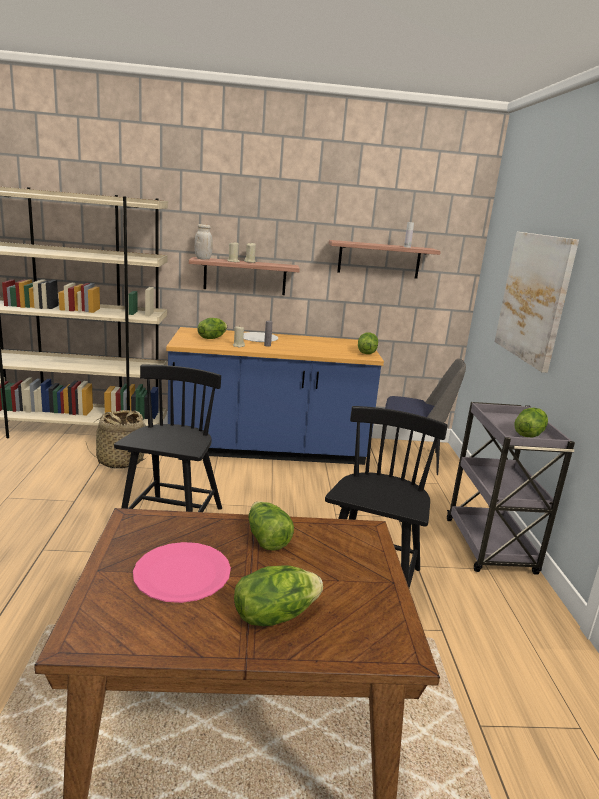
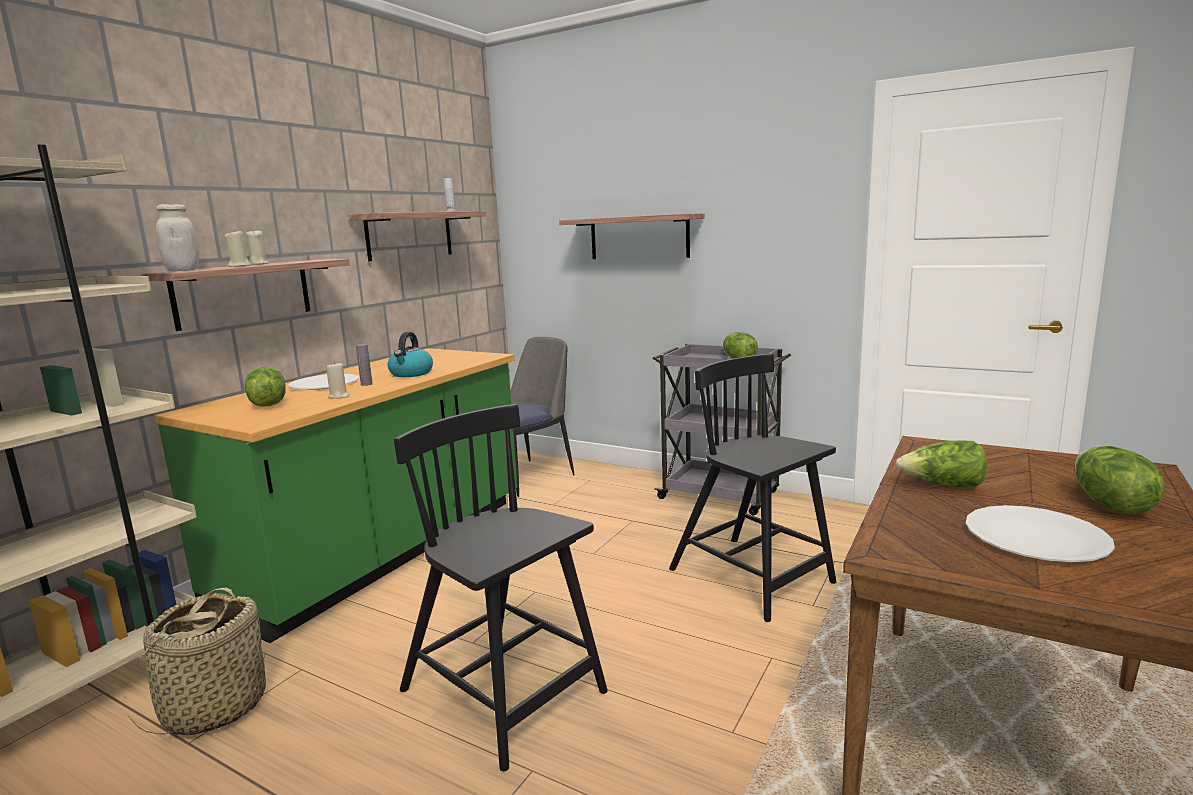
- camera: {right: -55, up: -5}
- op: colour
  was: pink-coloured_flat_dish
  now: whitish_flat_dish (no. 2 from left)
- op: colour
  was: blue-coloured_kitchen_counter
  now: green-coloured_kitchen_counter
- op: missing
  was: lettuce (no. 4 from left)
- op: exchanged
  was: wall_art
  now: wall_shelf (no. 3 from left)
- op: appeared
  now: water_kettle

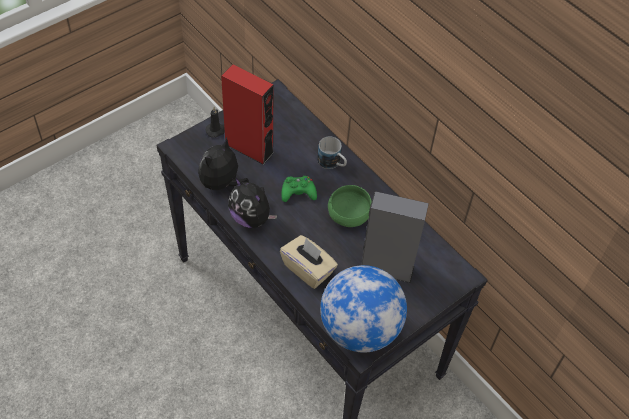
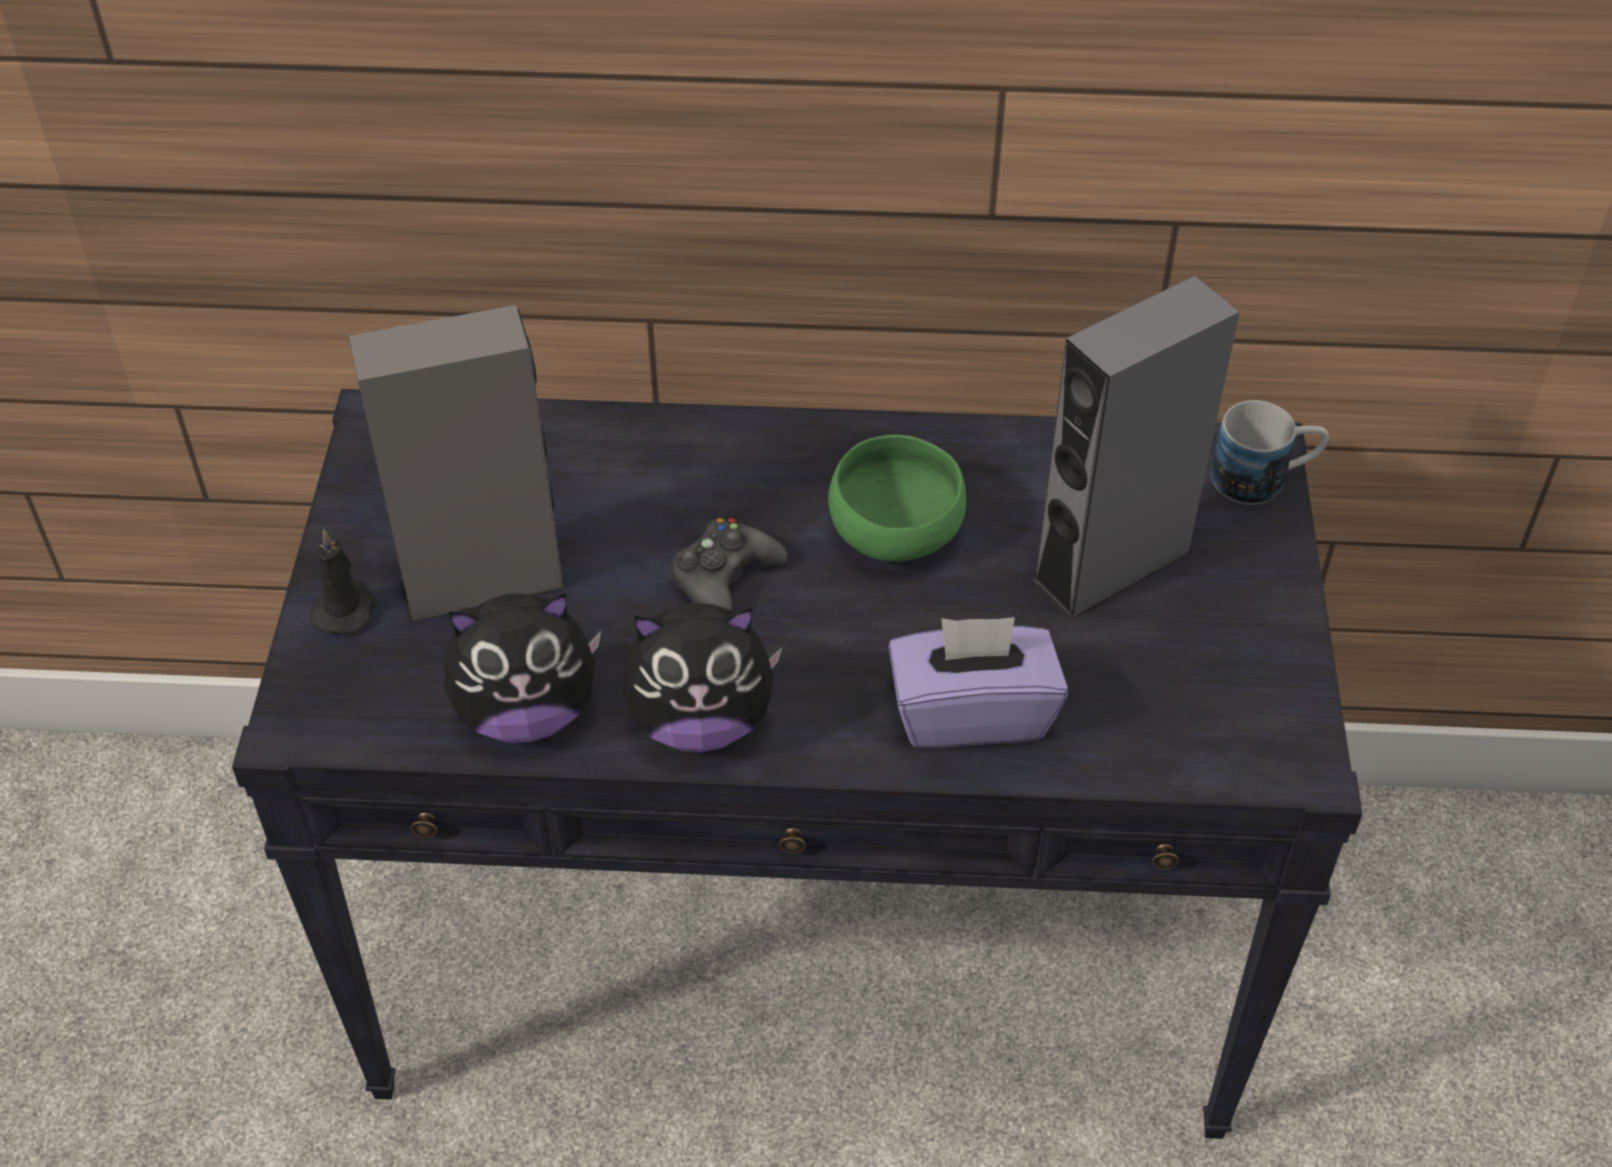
- camera: {right: -45, up: -5}
- op: spun
  was: soft_toy (no. 1 from left)
  clockwise: -90
- op: colour
  was: reddish_speaker
  now: gray_speaker (no. 1 from left)
- op: colour
  was: beige-coloured_box_of_tissues
  now: purple_box_of_tissues
- op: colour
  was: green-coloured_joypad
  now: black_joypad
- op: relocated
  was: mug
- op: missing
  was: globe

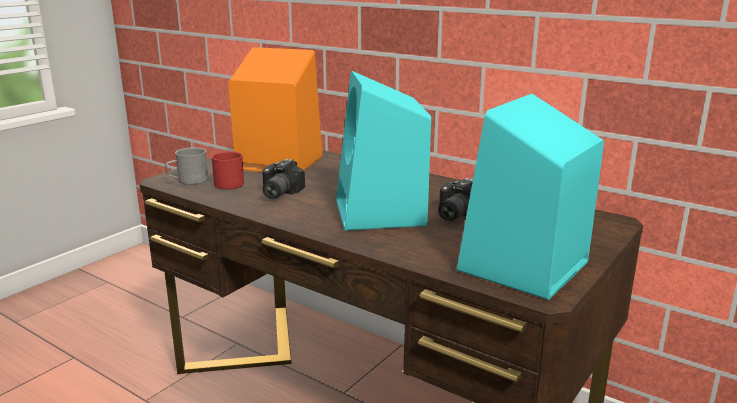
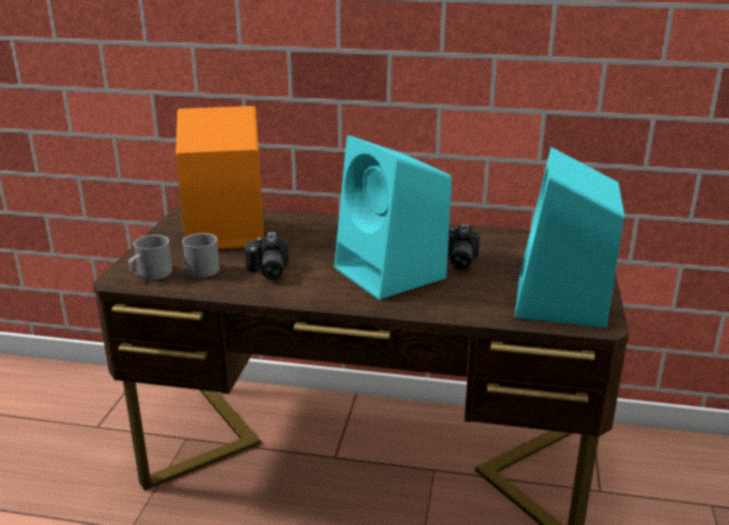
- camera: {right: -25, up: 5}
- op: colour
  was: reddish_mug
  now: gray_mug (no. 2 from left)

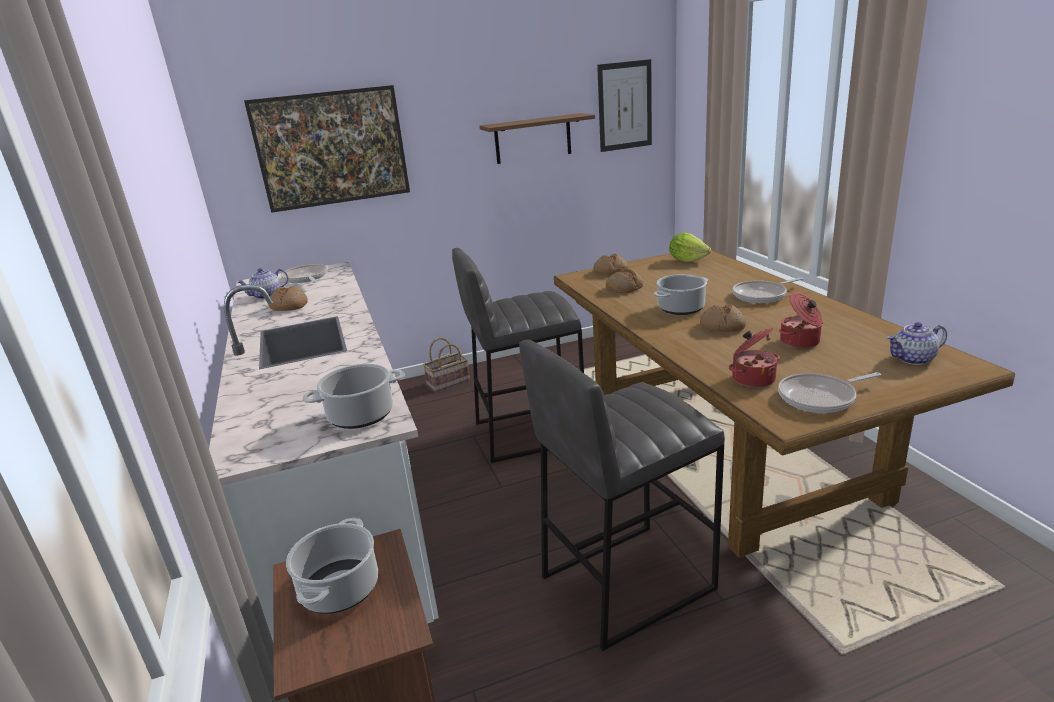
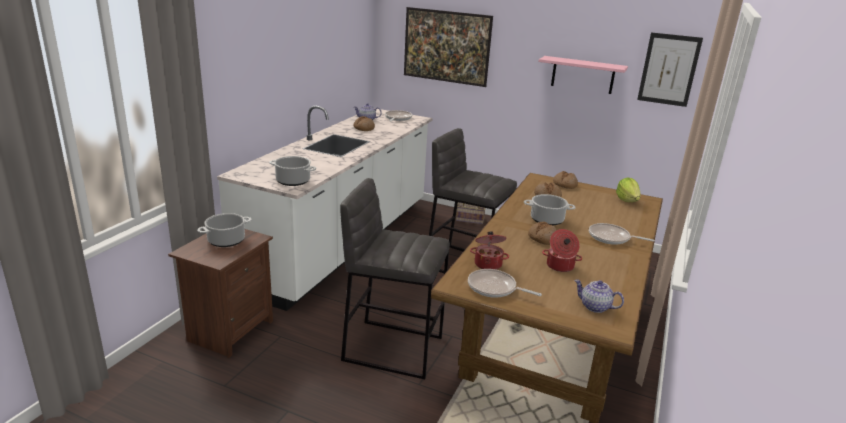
- camera: {right: 40, up: 0}
- op: colour
  was: brownish_wall_shelf
  now: pink-coloured_wall_shelf

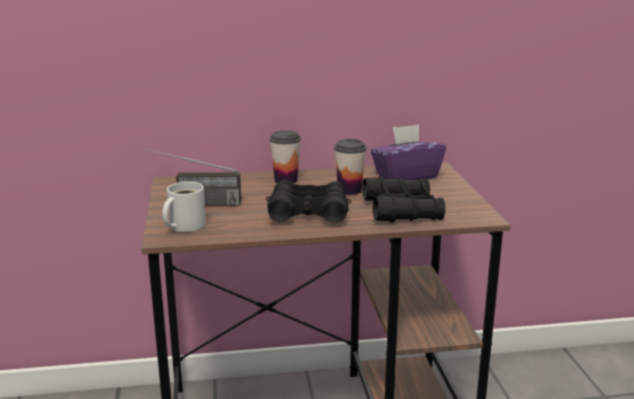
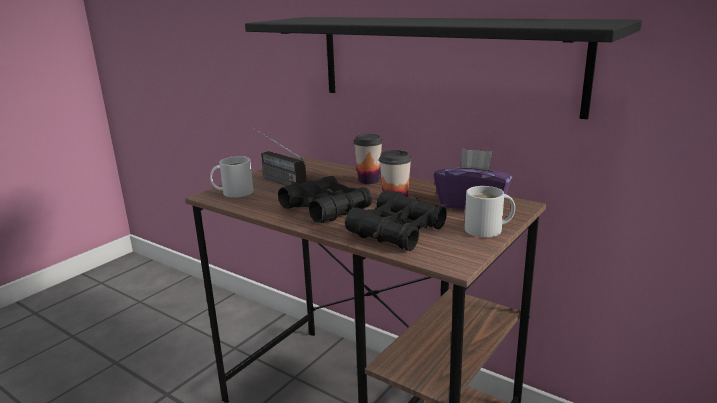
- camera: {right: 45, up: 0}
- op: appeared
  now: black_wall_shelf
- op: appeared
  now: whitish_mug (no. 2 from left)

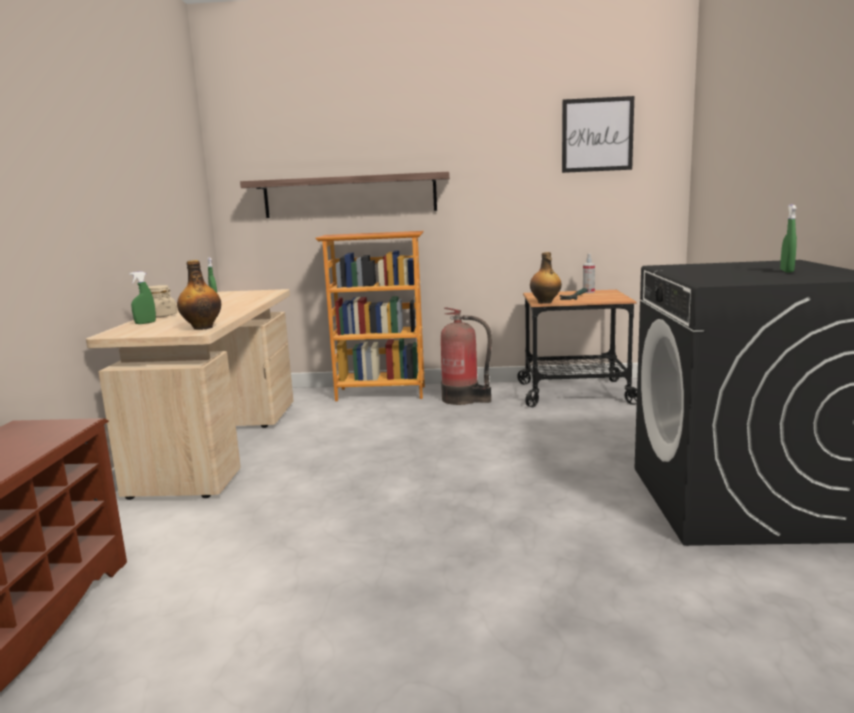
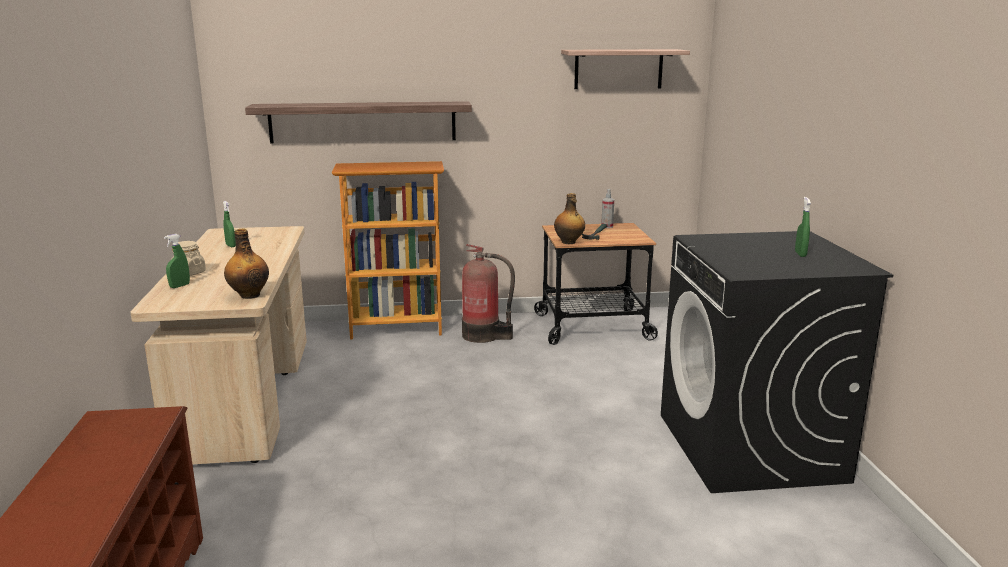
- camera: {right: -10, up: 5}
- op: exchanged
  was: wall_art
  now: wall_shelf (no. 2 from left)

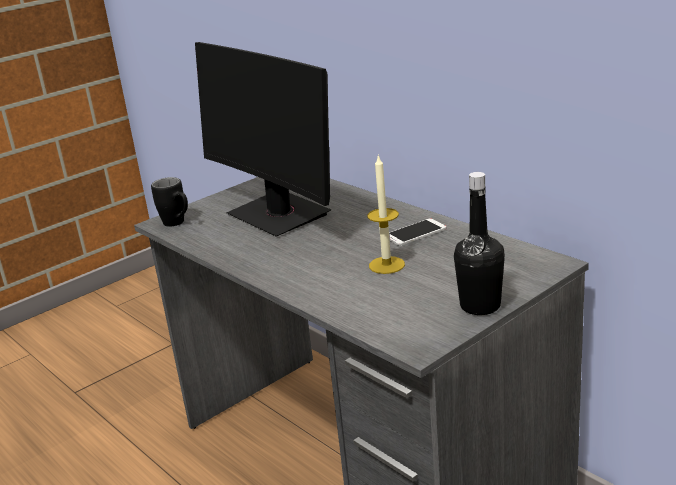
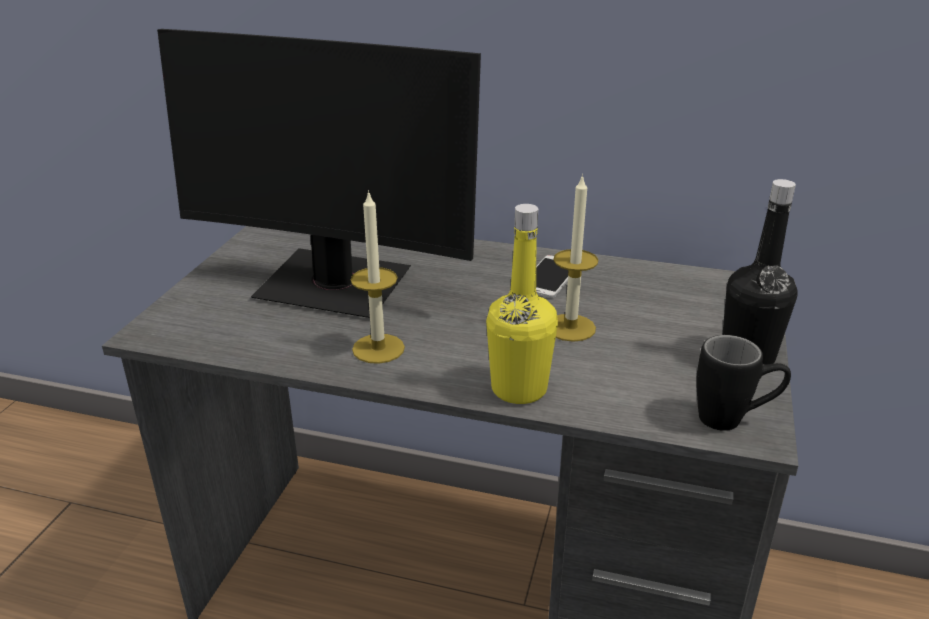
- camera: {right: -35, up: 5}
- op: relocated
  was: black_mug
- op: appeared
  now: candle (no. 1 from left)
- op: appeared
  now: yellowish_drink_bottle

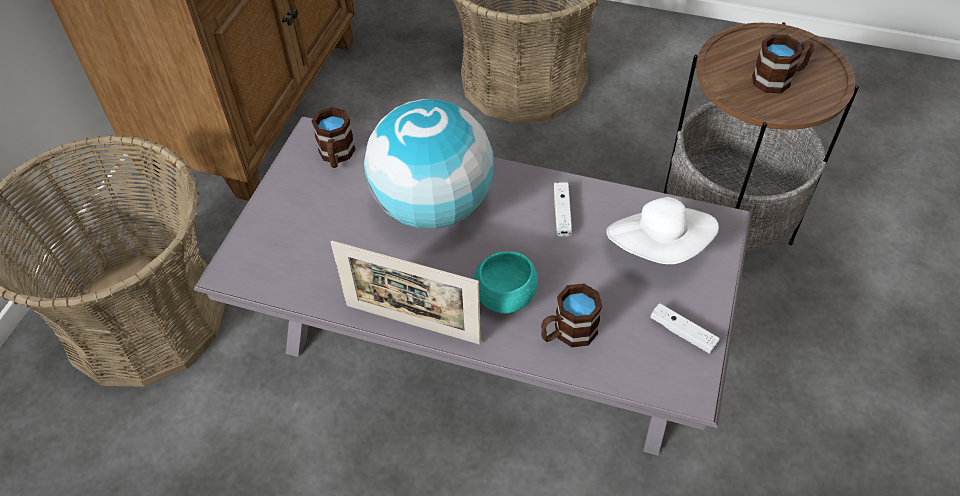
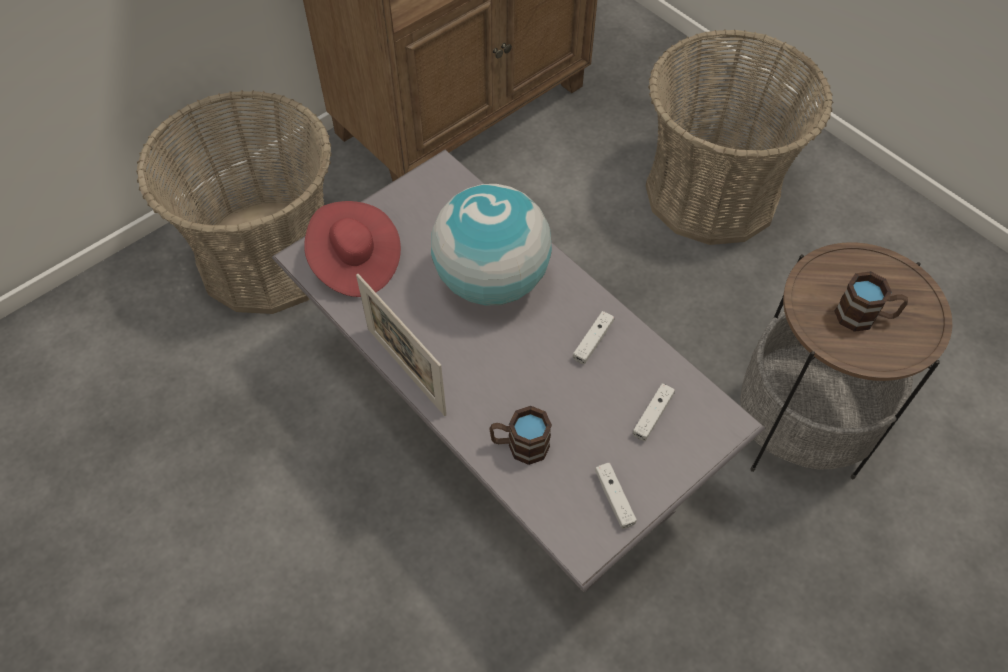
- camera: {right: 30, up: 5}
- op: missing
  was: brownish_mug (no. 1 from left)
- op: missing
  was: turquoise_bowl
- op: exchanged
  was: whitish_wearable_hat
  now: whitish_joypad (no. 3 from left)
- op: appeared
  now: reddish_wearable_hat

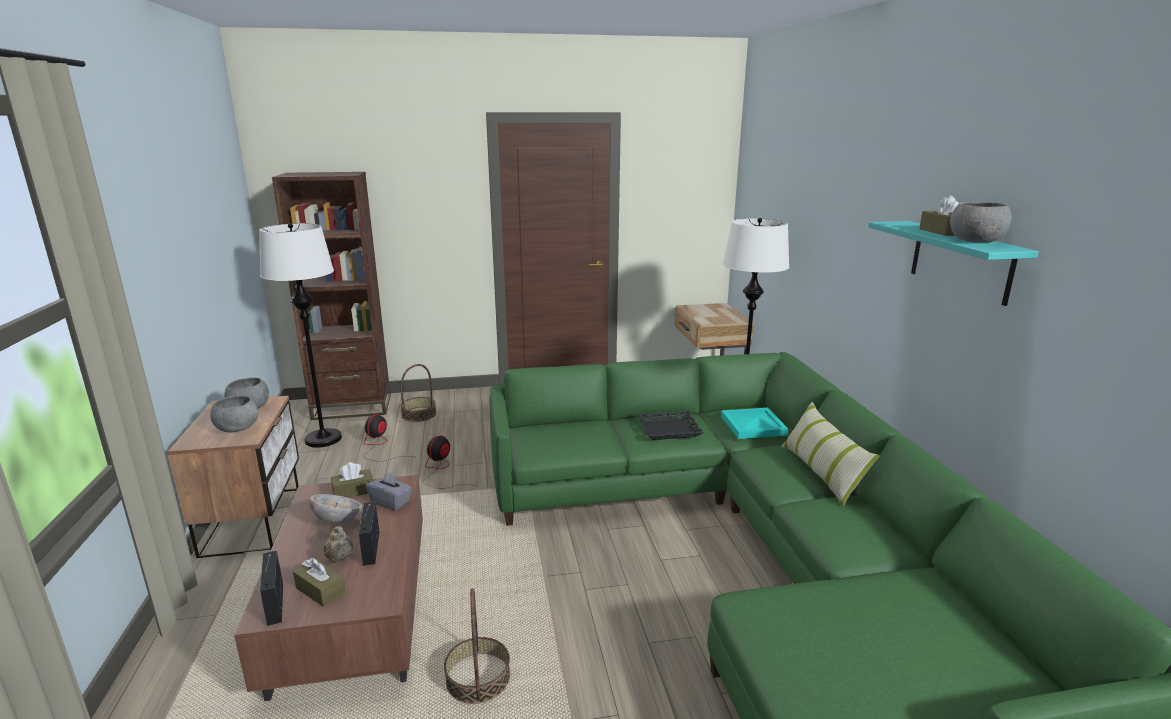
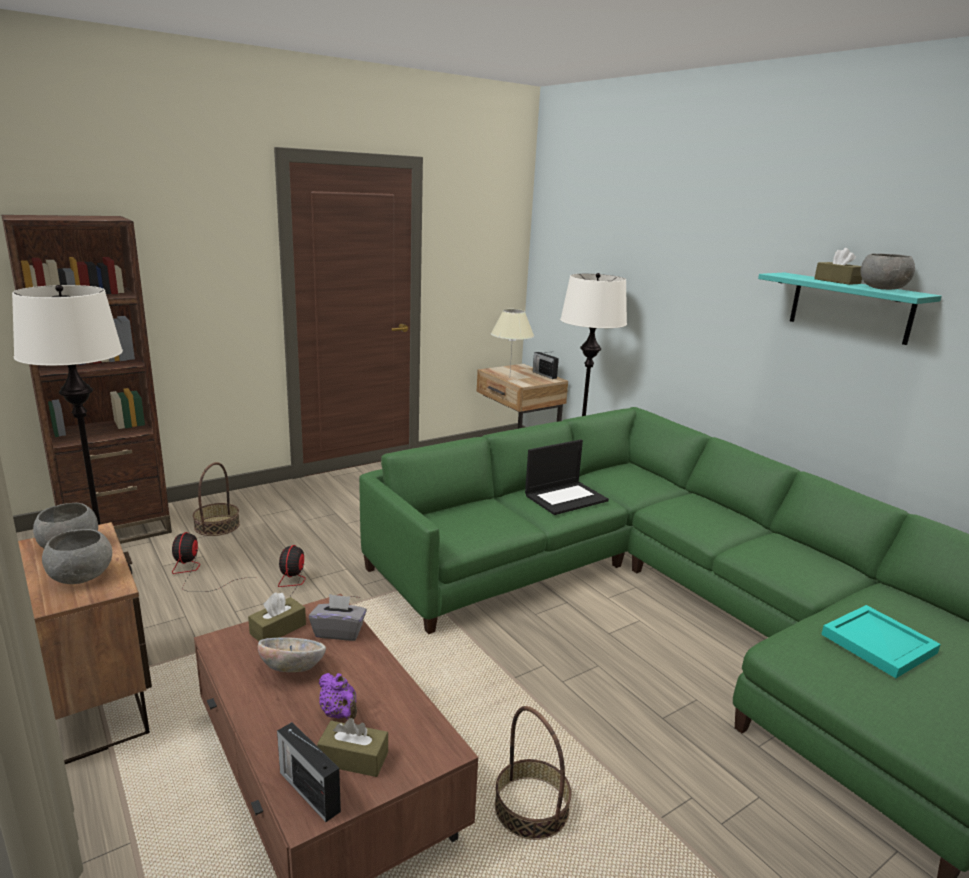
- camera: {right: -25, up: 0}
- op: colour
  was: beige-coloured_tea_pot
  now: purple_tea_pot
- op: relocated
  was: radio_receiver (no. 2 from left)
- op: exchanged
  was: black_tray
  now: laptop
- op: relocated
  was: turquoise_tray
- op: missing
  was: pillow
- op: appeared
  now: beige-coloured_lamp_for_a_table

